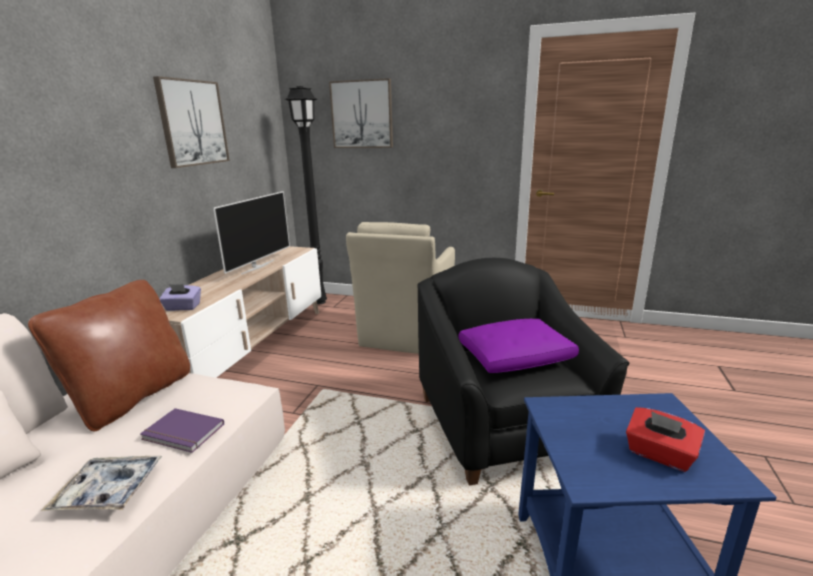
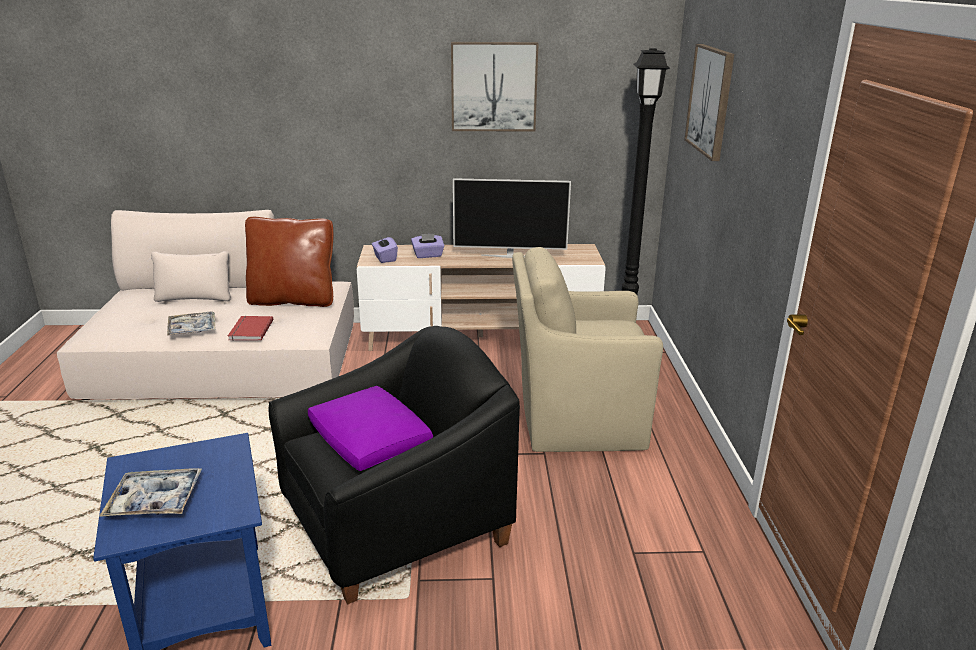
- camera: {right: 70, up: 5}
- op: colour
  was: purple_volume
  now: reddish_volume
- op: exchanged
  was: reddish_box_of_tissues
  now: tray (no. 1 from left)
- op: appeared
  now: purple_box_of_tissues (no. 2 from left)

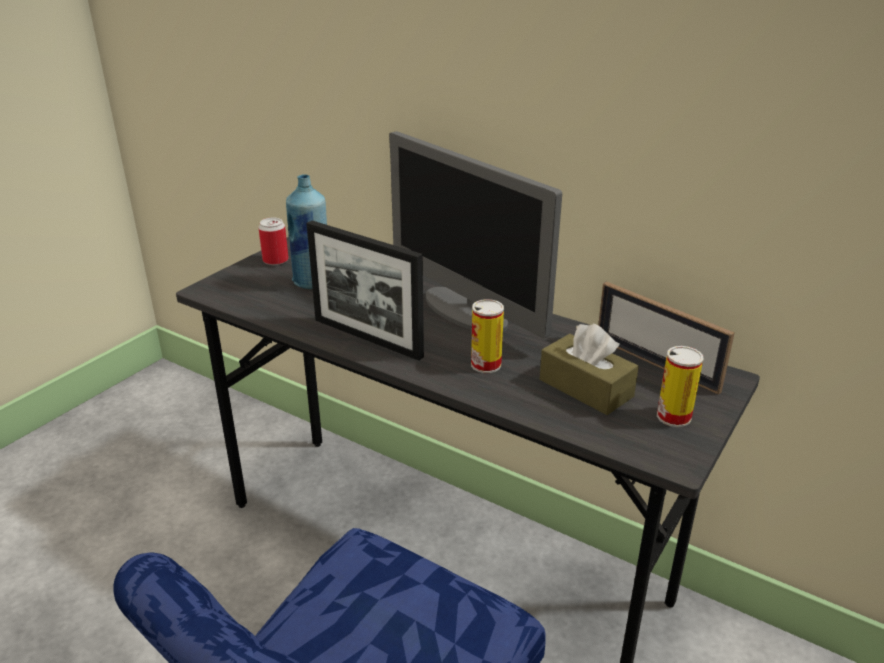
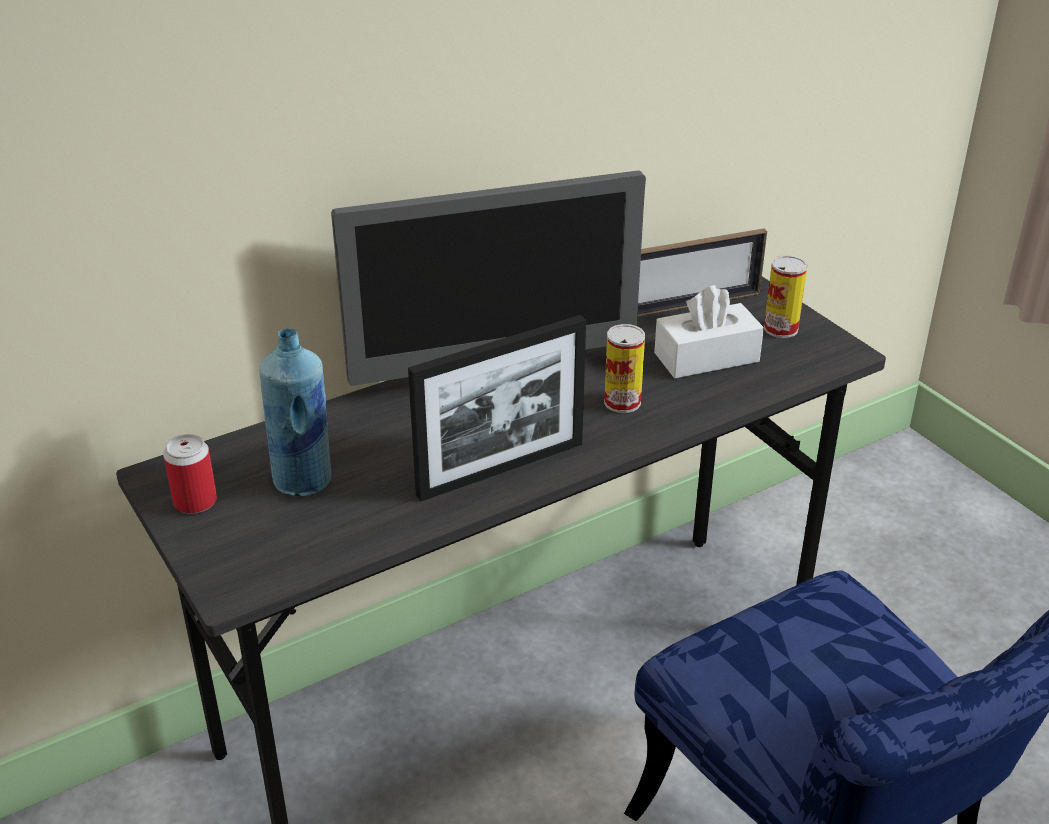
- camera: {right: -65, up: 5}
- op: colour
  was: brownish_box_of_tissues
  now: whitish_box_of_tissues

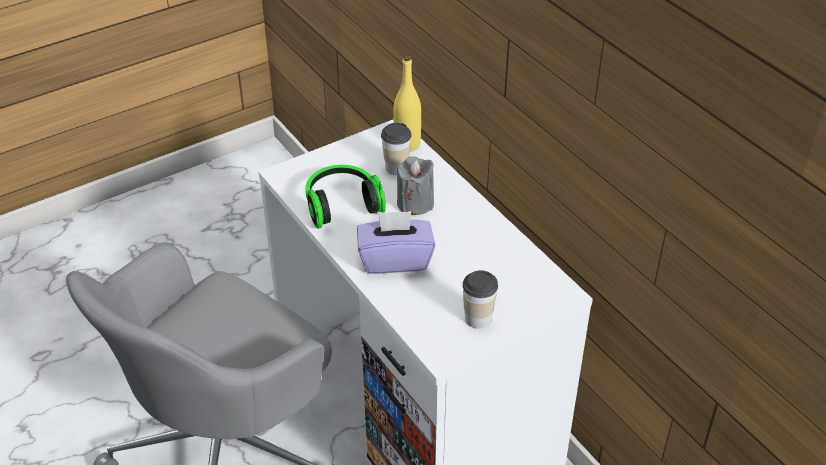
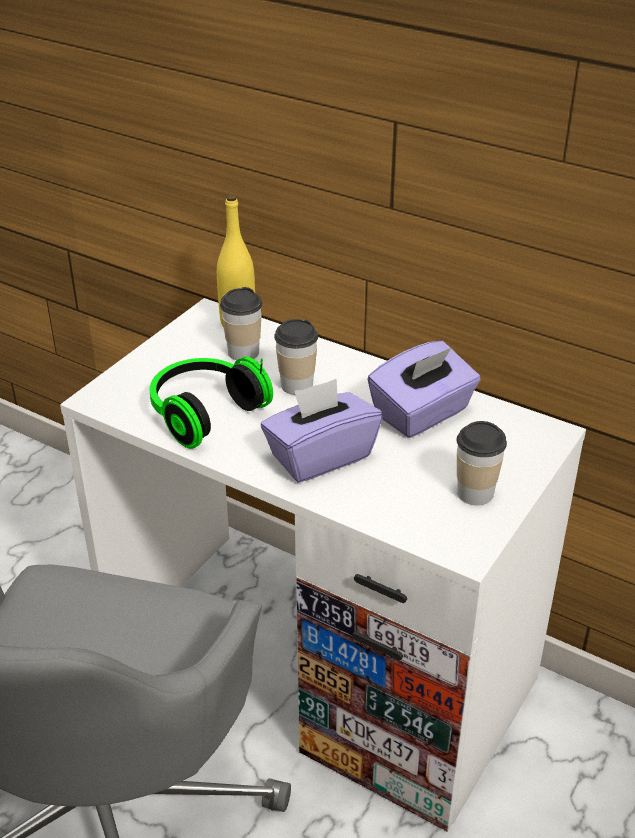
- camera: {right: -25, up: -5}
- op: exchanged
  was: gray_candle
  now: drinking_cup (no. 2 from left)
- op: appeared
  now: purple_box_of_tissues (no. 2 from left)

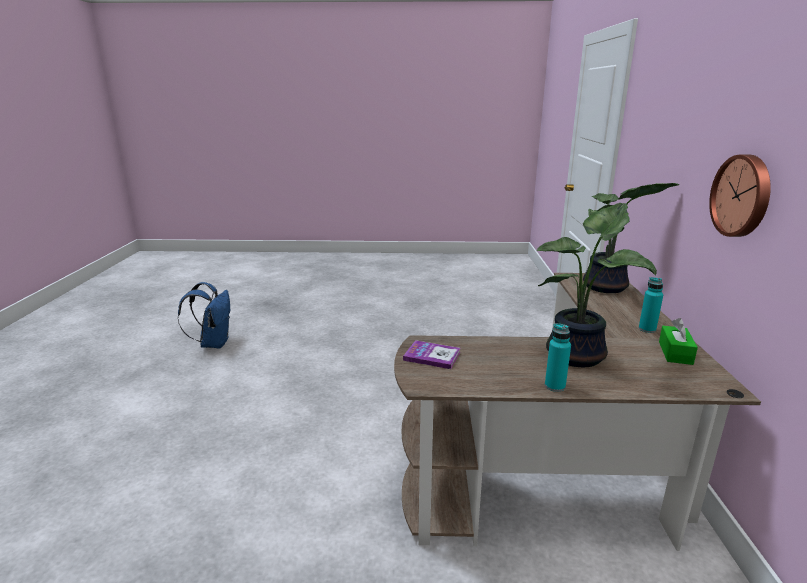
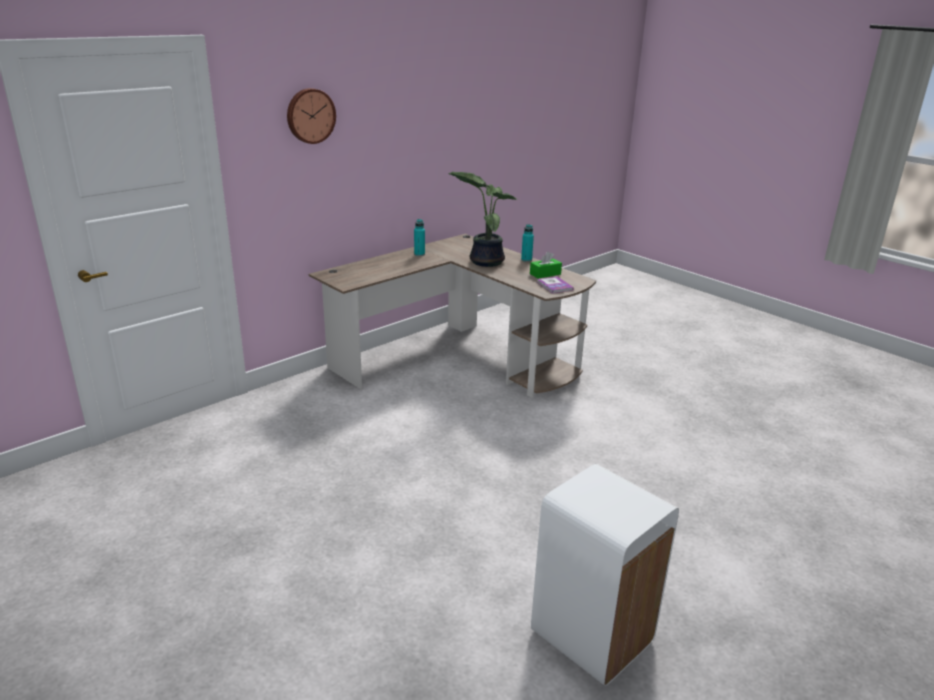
- camera: {right: -135, up: 5}
- op: exchanged
  was: blue-coloured_knapsack
  now: whitish_waste_bin
- op: missing
  was: potted_plant (no. 2 from left)
- op: relocated
  was: green-coloured_box_of_tissues
- op: relocated
  was: hanging_clock

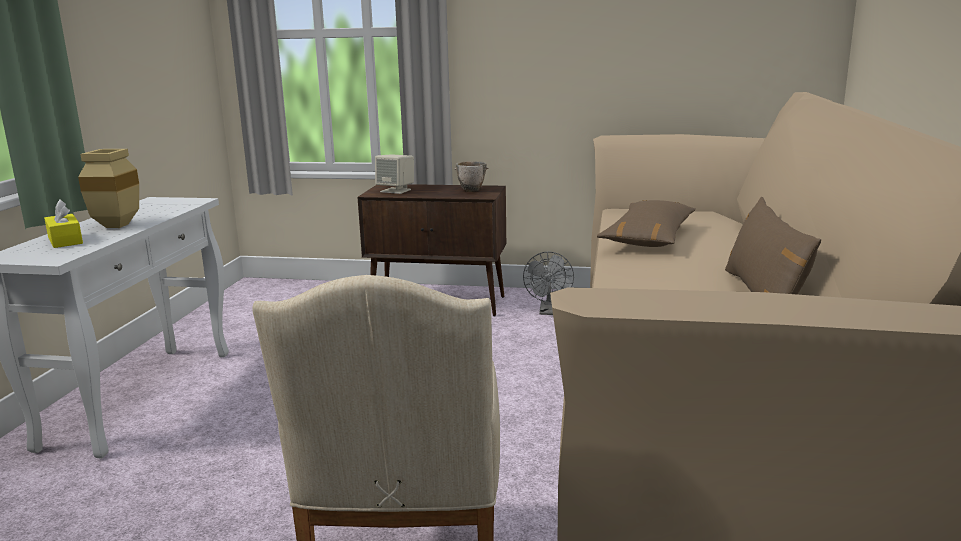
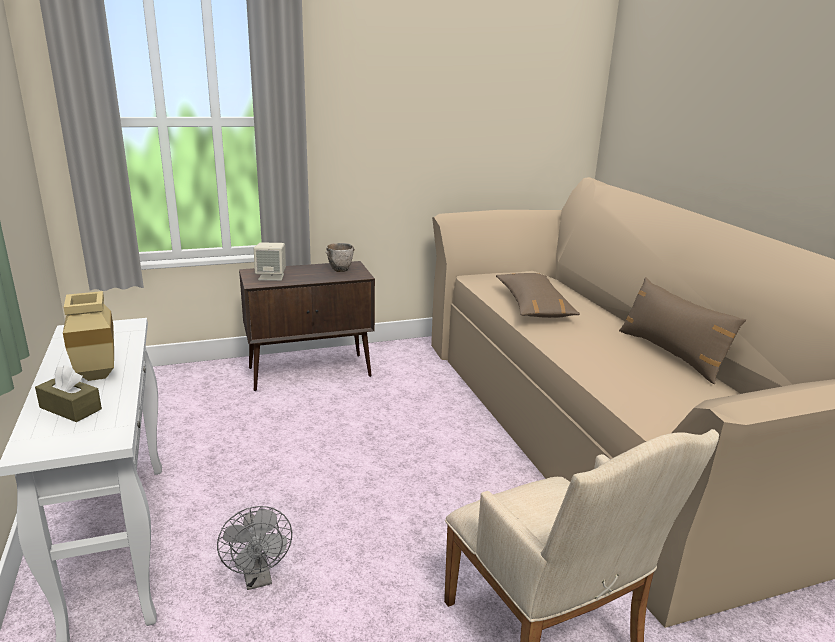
- camera: {right: -30, up: 5}
- op: colour
  was: yellowish_box_of_tissues
  now: brownish_box_of_tissues
- op: relocated
  was: gray_cooling_fan

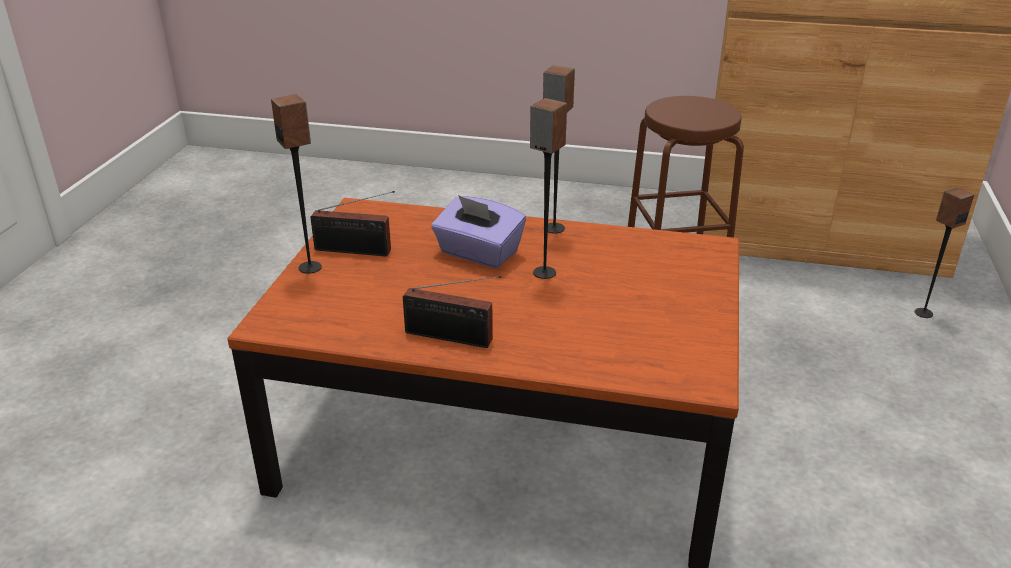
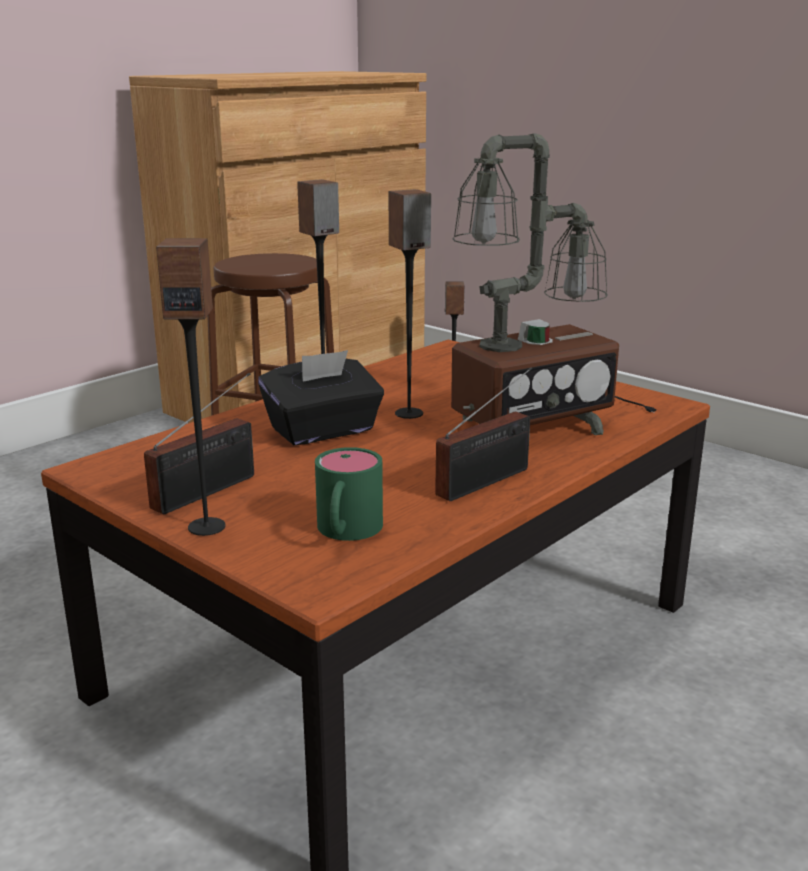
- camera: {right: -60, up: -10}
- op: colour
  was: purple_box_of_tissues
  now: black_box_of_tissues
- op: appeared
  now: green-coloured_mug
- op: appeared
  now: lamp_for_a_table

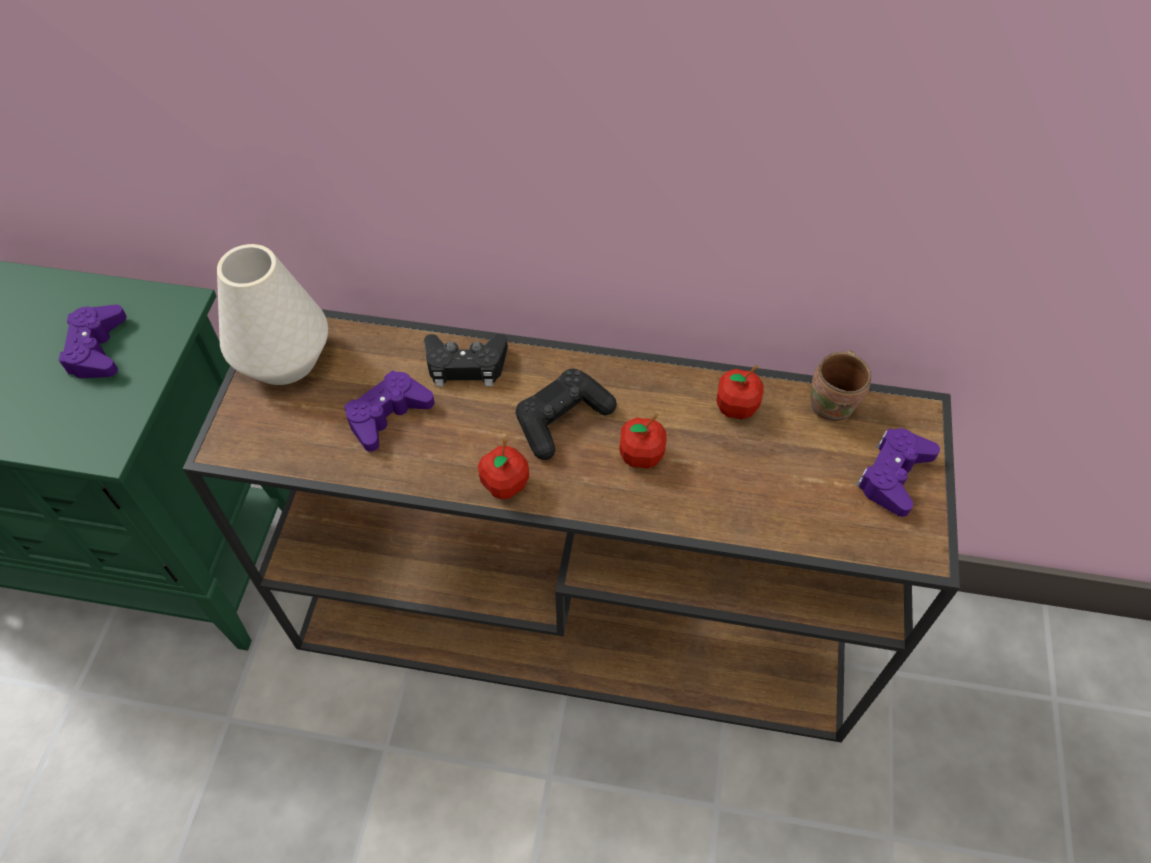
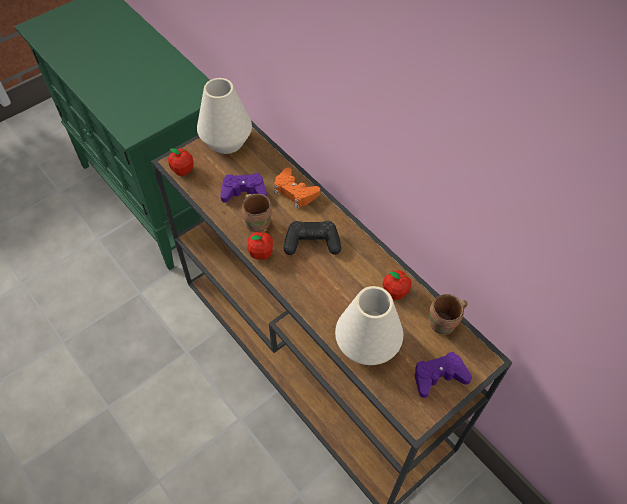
- camera: {right: 40, up: 0}
- op: missing
  was: purple_joypad (no. 1 from left)
- op: colour
  was: black_joypad (no. 1 from left)
  now: orange-coloured_joypad
- op: relocated
  was: whole_apple (no. 2 from left in the first image)
  now: whole_apple (no. 1 from left)
- op: appeared
  now: brownish_mug (no. 1 from left)
- op: appeared
  now: whitish_decorative_vase (no. 2 from left)

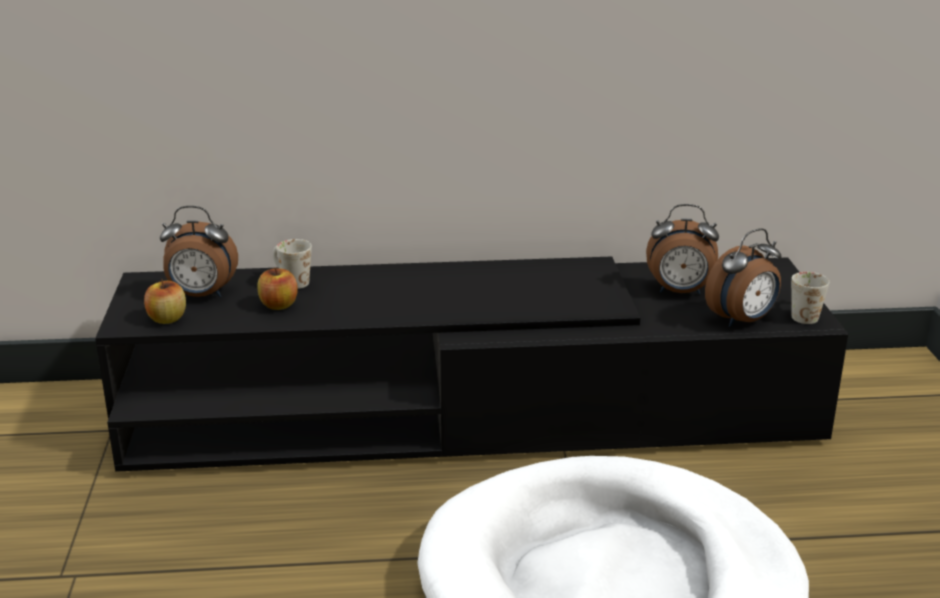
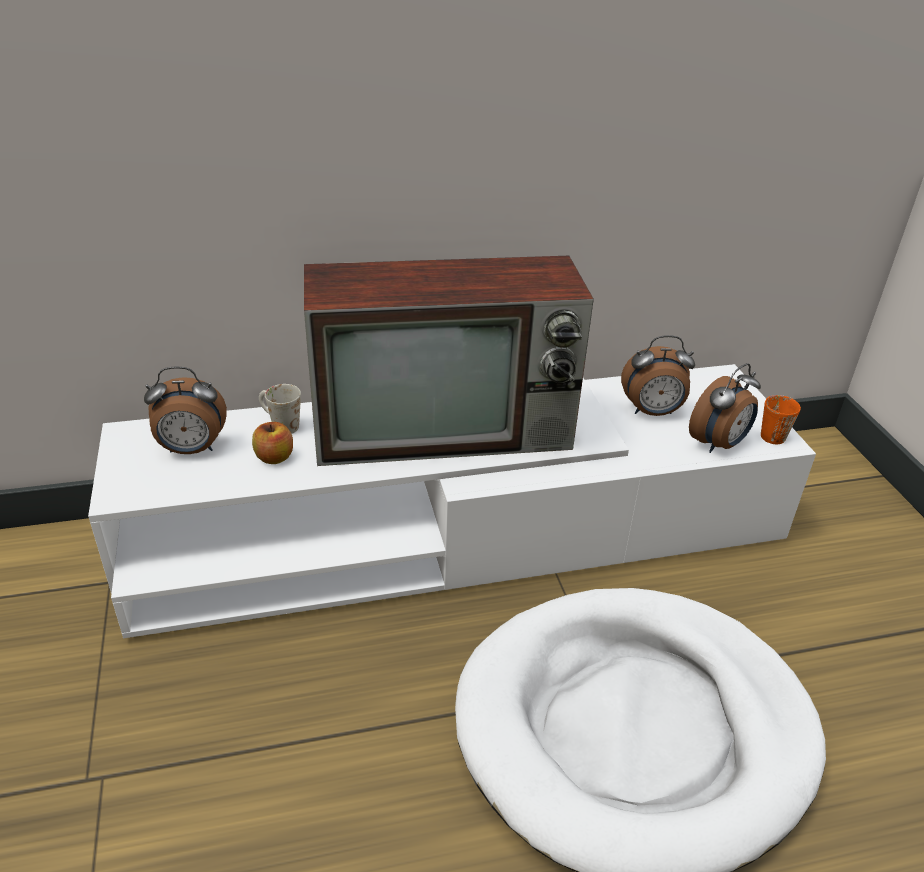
- camera: {right: -10, up: 10}
- op: colour
  was: black_tv_stand
  now: whitish_tv_stand
- op: missing
  was: whole_apple (no. 1 from left)
- op: colour
  was: whitish_mug (no. 2 from left)
  now: orange-coloured_mug
- op: appeared
  now: TV_set

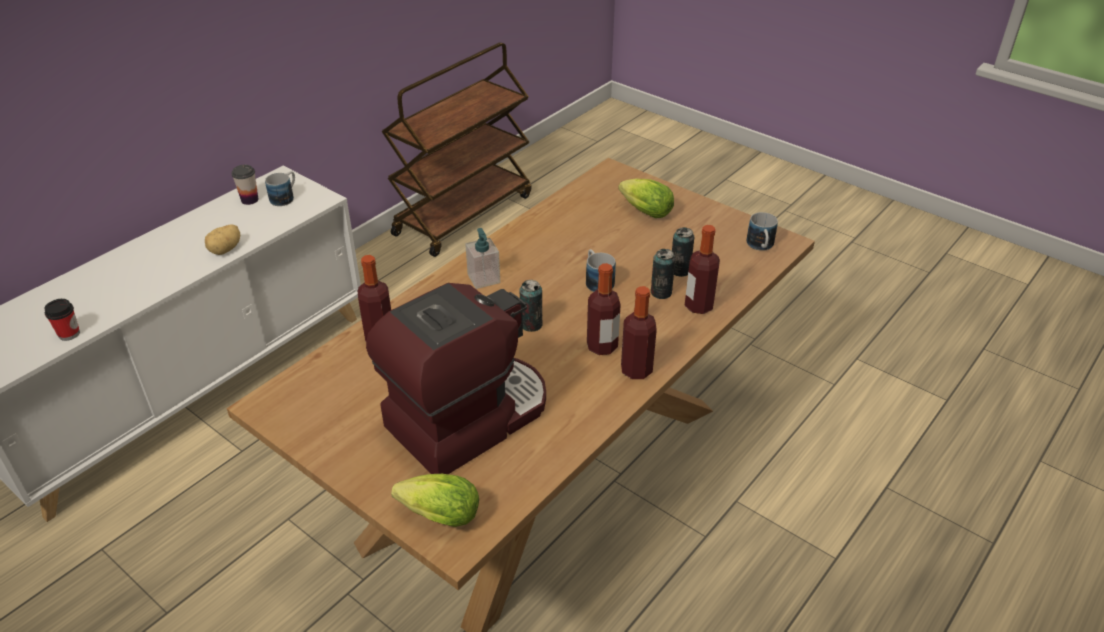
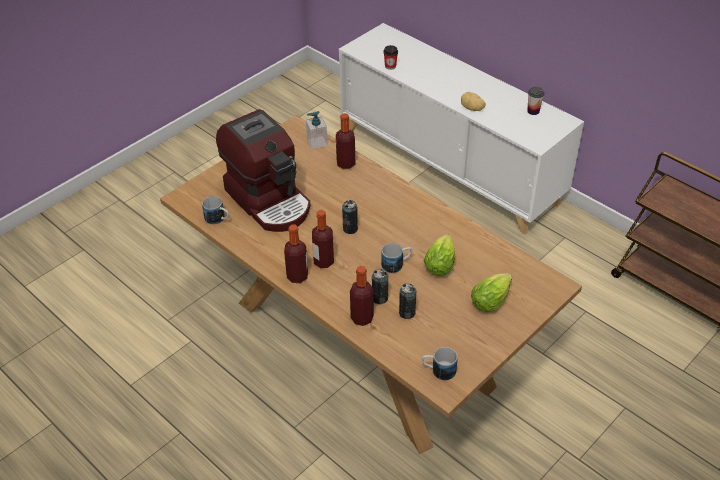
- camera: {right: 95, up: 5}
- op: relocated
  was: mug (no. 1 from left)
- op: relocated
  was: lettuce (no. 1 from left)
- op: relocated
  was: soap_dispenser

